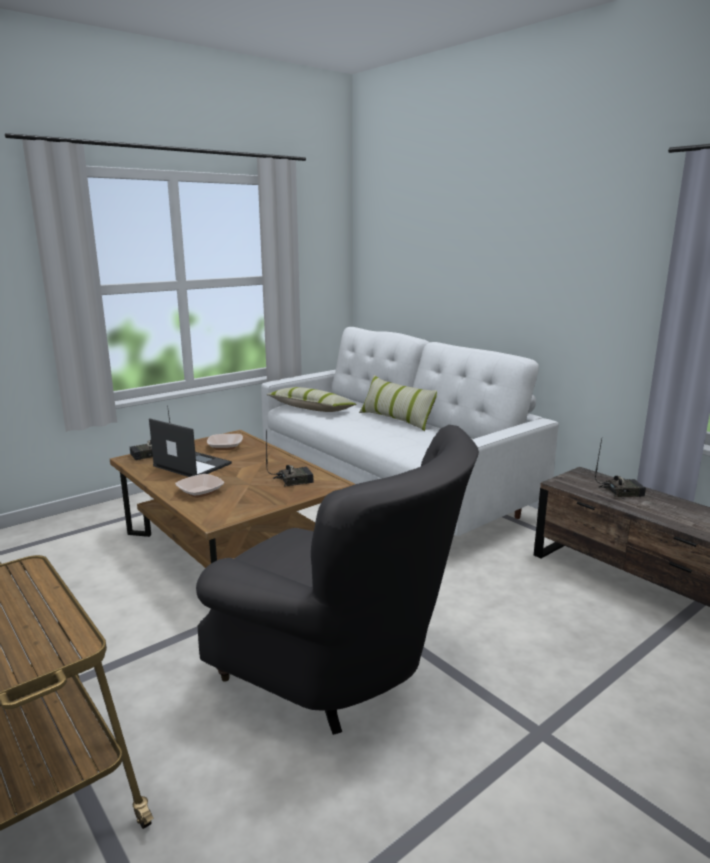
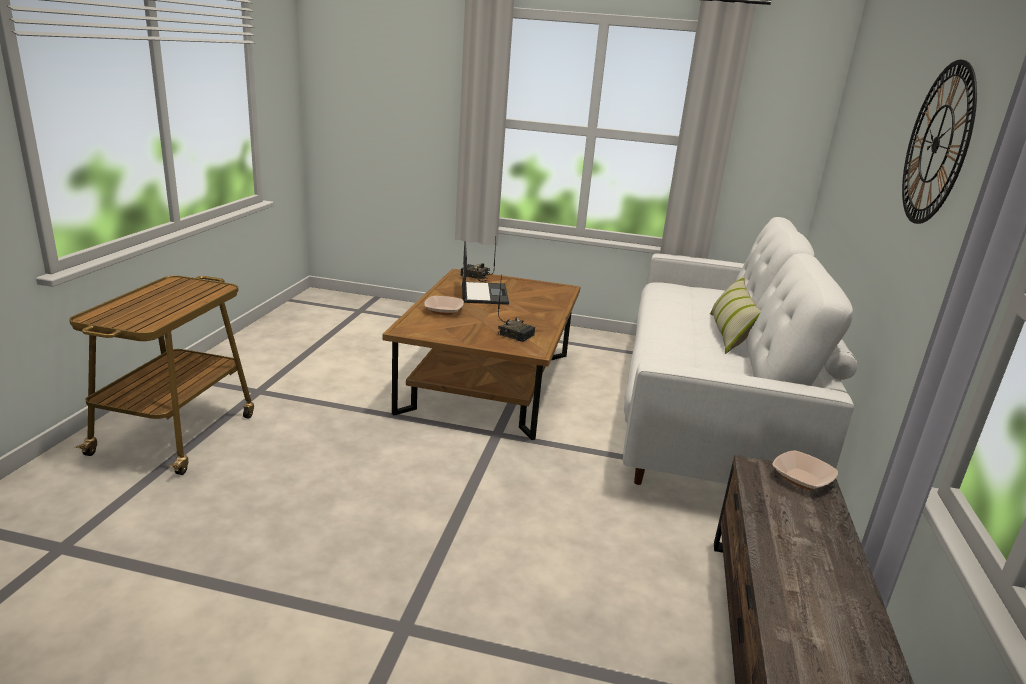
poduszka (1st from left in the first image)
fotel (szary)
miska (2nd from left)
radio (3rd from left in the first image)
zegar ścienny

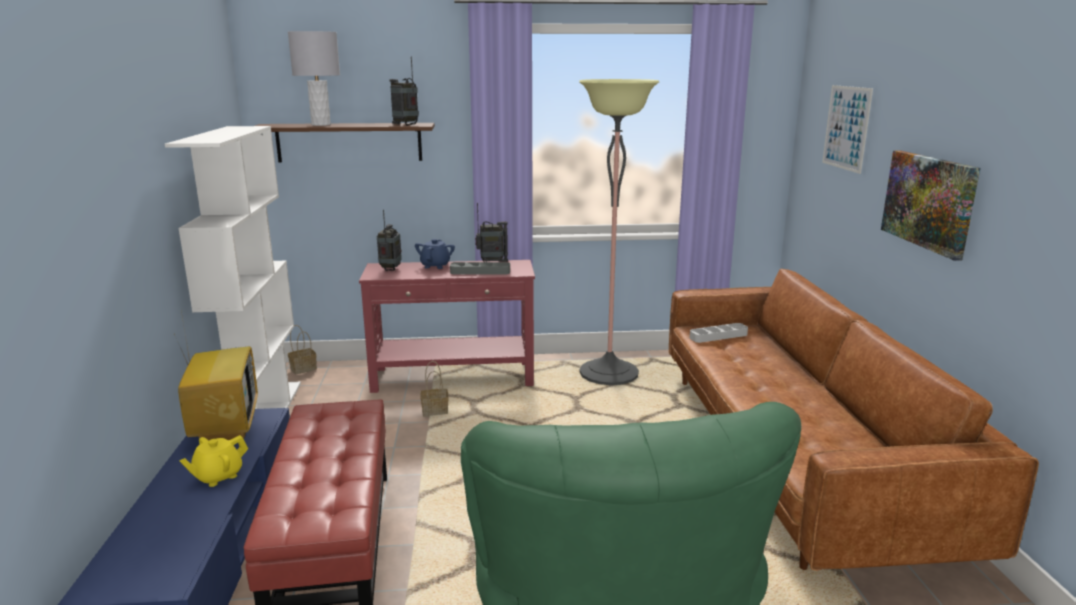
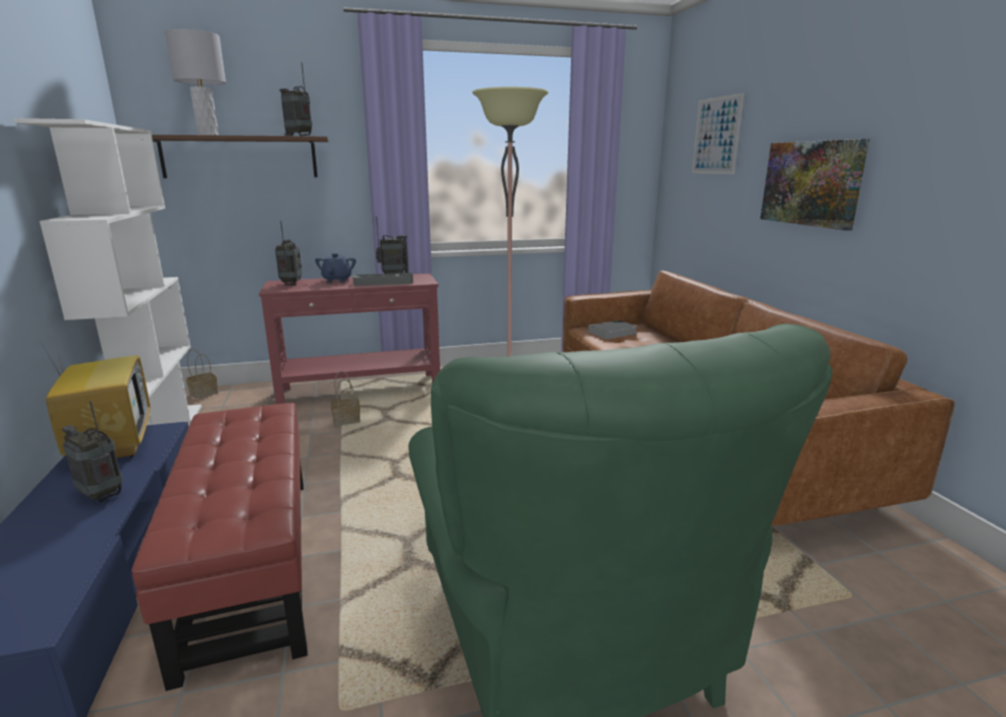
książka
radio (1st from left)

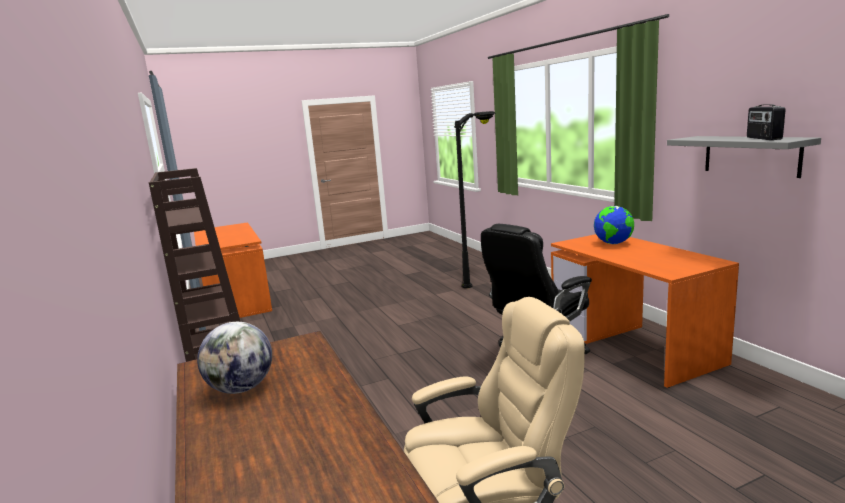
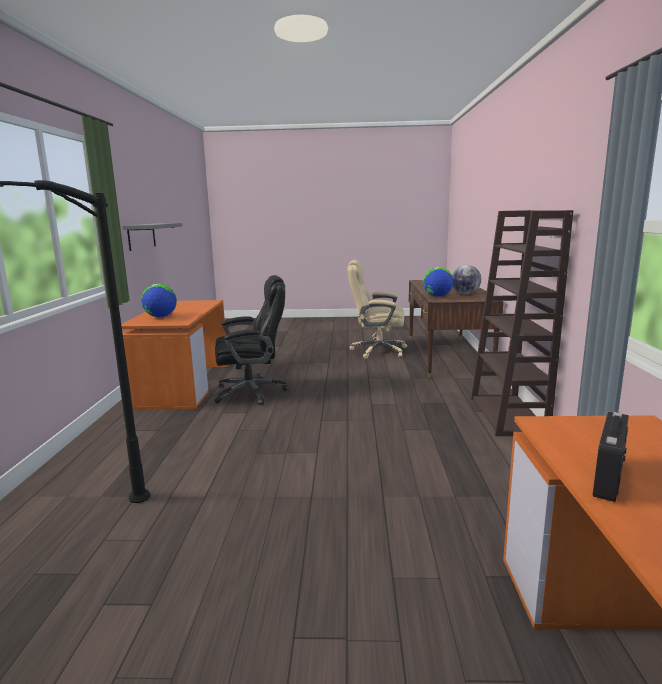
radio
globus (2nd from left)

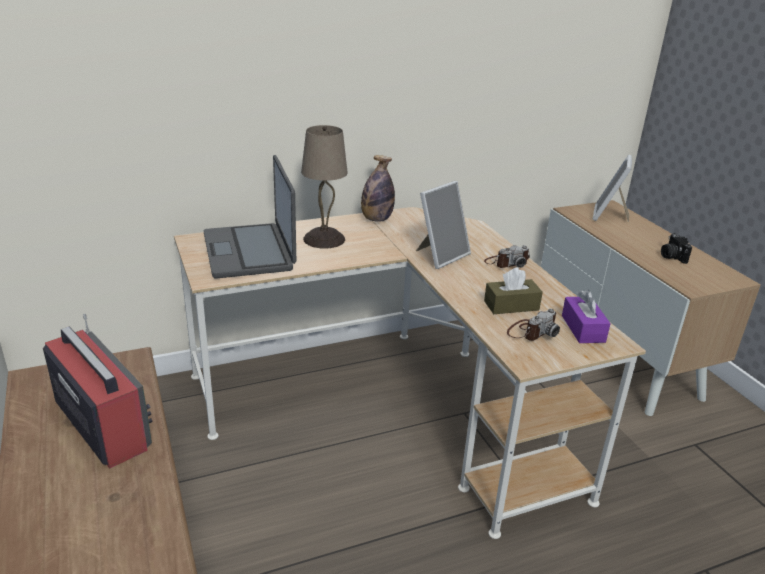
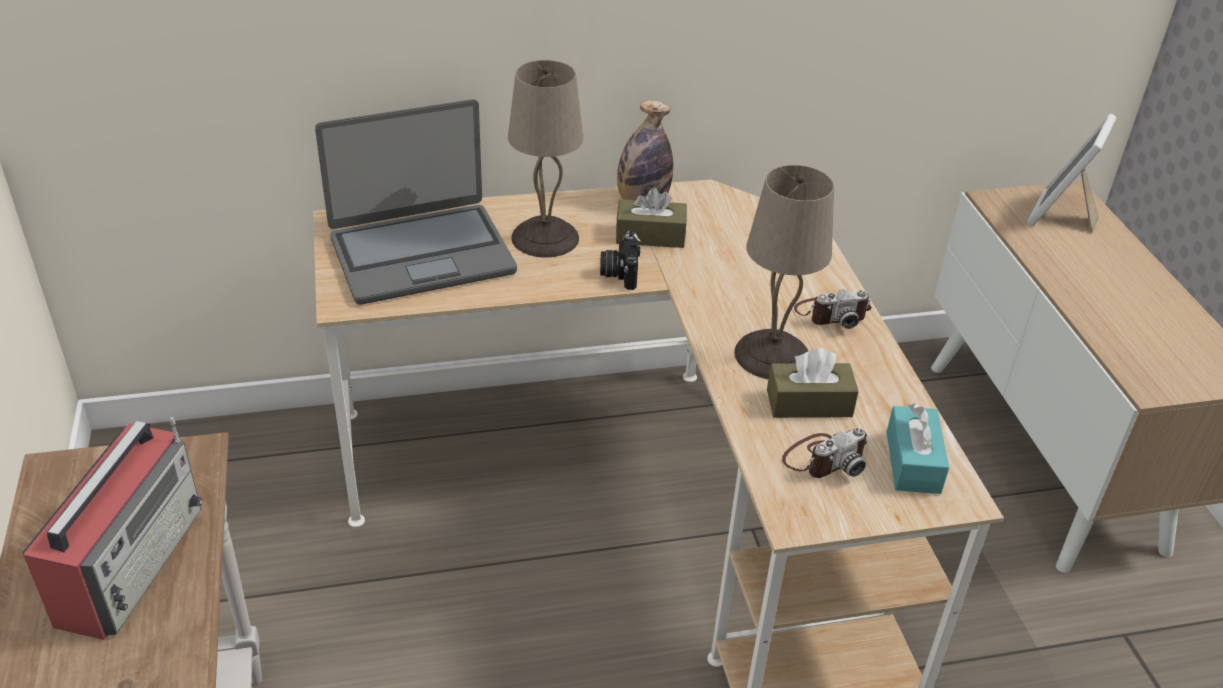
laptop
ramka na zdjęcie (1st from left in the first image)
aparat fotograficzny (1st from left)
pudełko chusteczek (turkusowy)
radio
lampa stołowa (beżowy) (2nd from left)
pudełko chusteczek (brązowy) (1st from left)

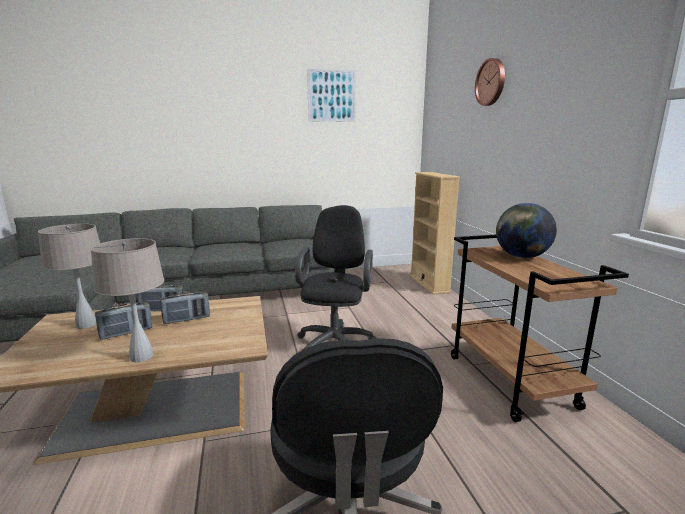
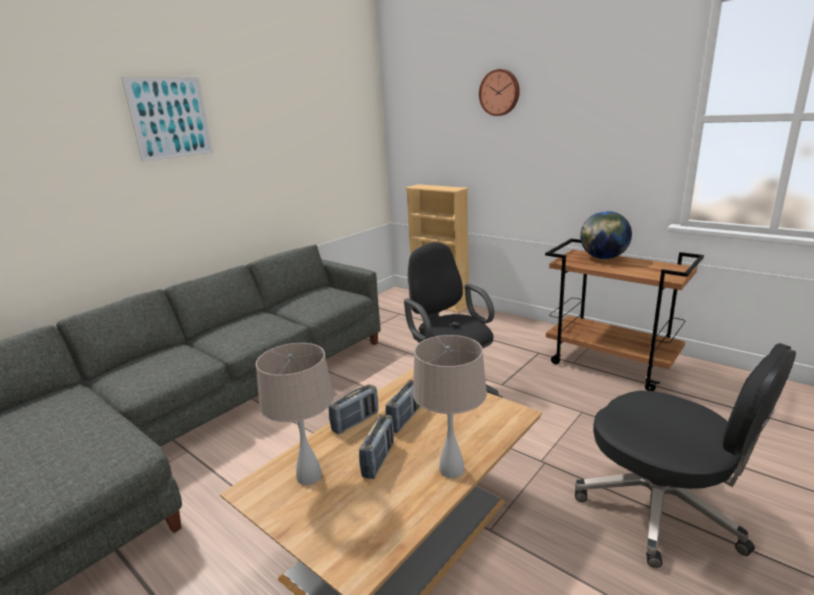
obraz

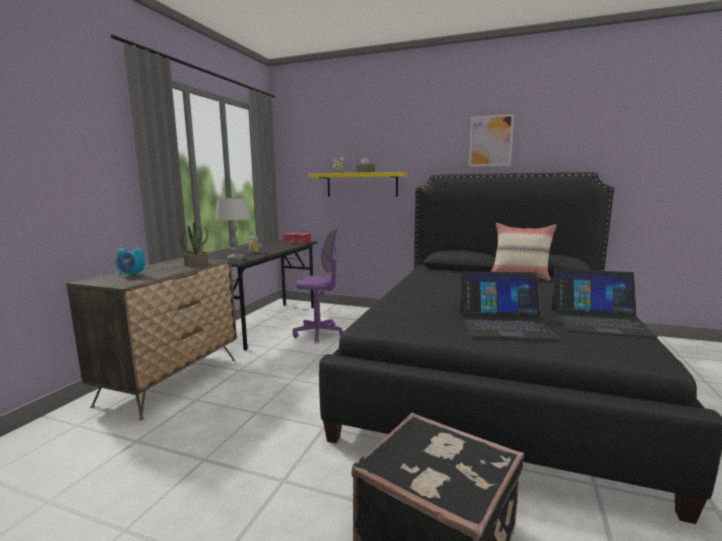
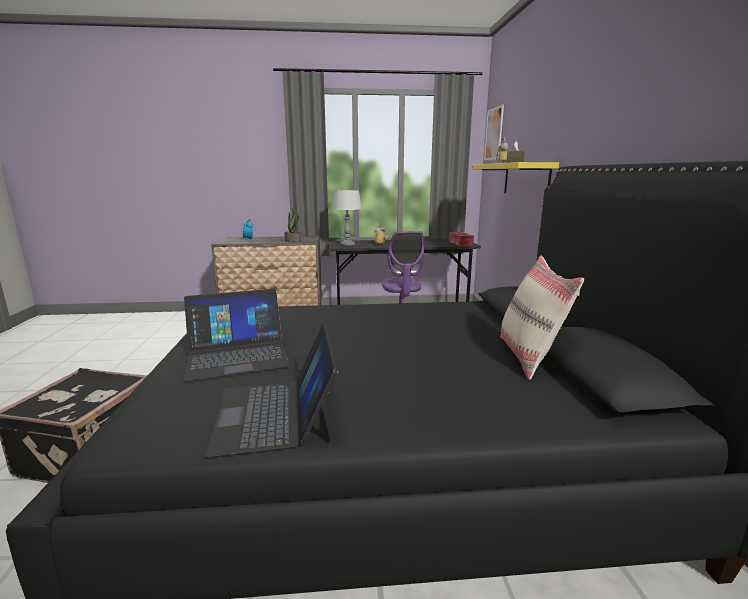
obraz
laptop (1st from left)

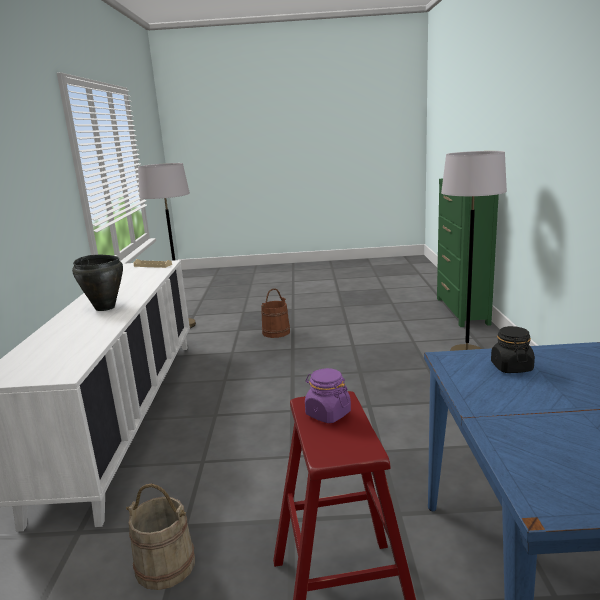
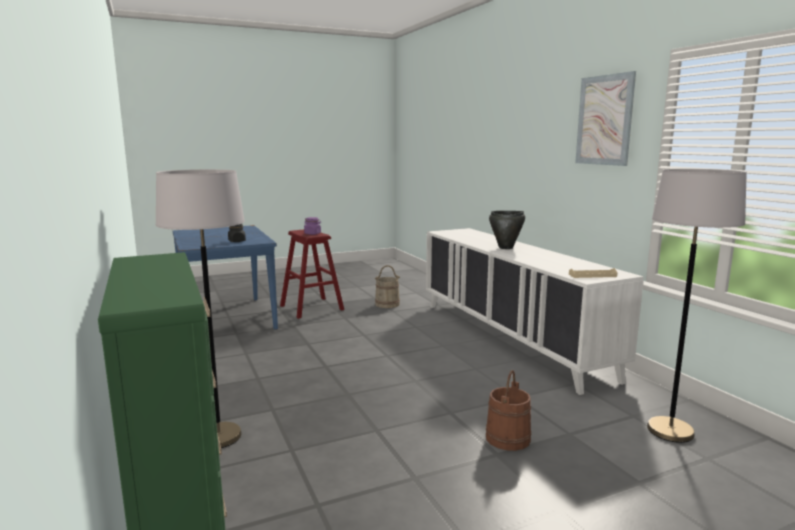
obraz

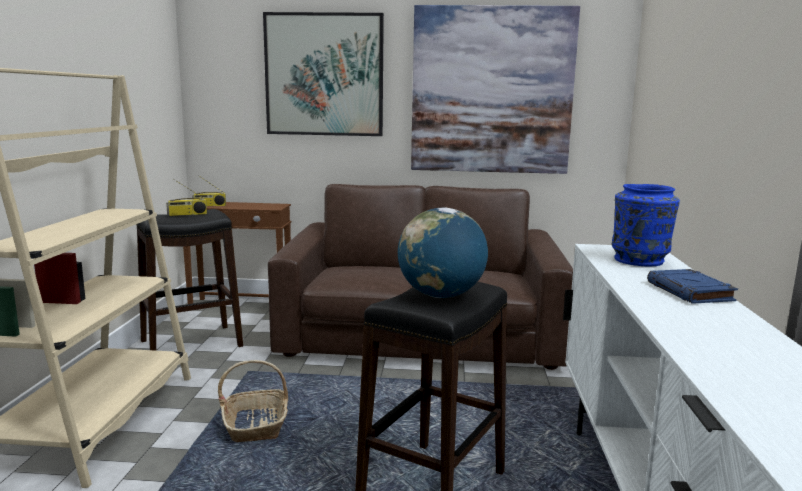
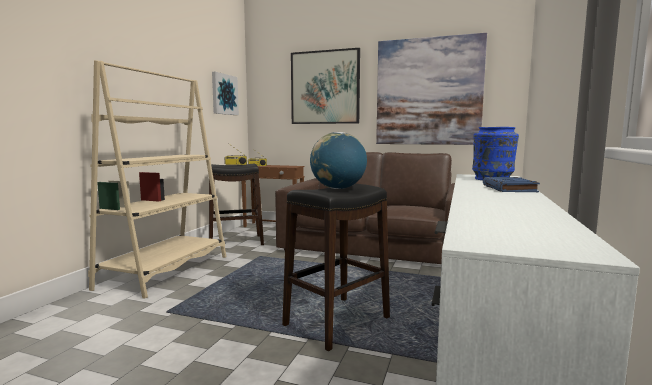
koszyk
obraz (1st from left)

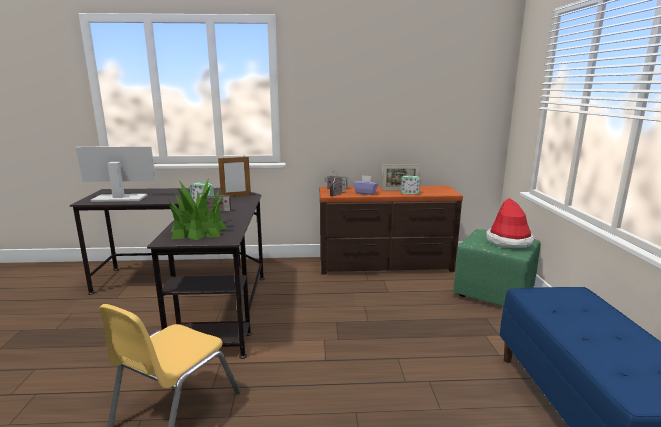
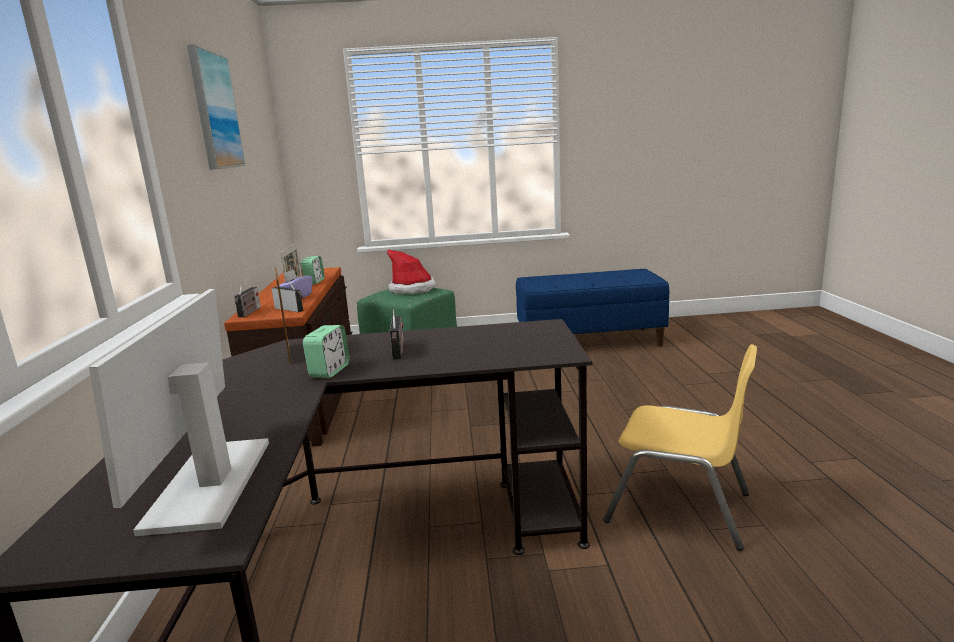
roślina doniczkowa
obraz

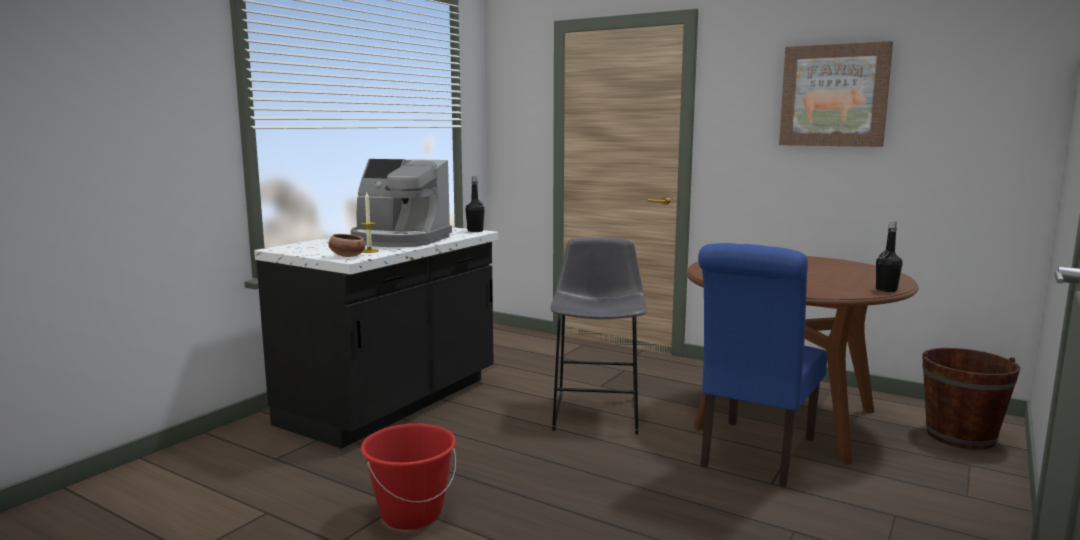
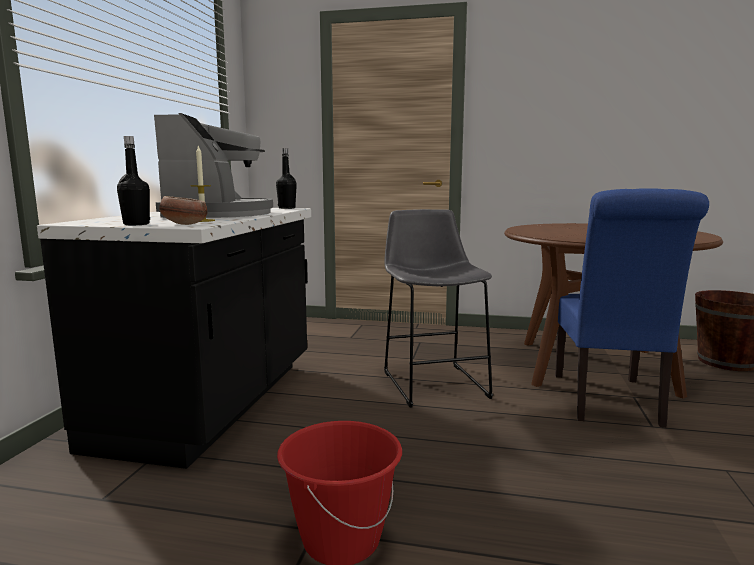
obraz
ekspres do kawy
butelka (czarny) (1st from left)

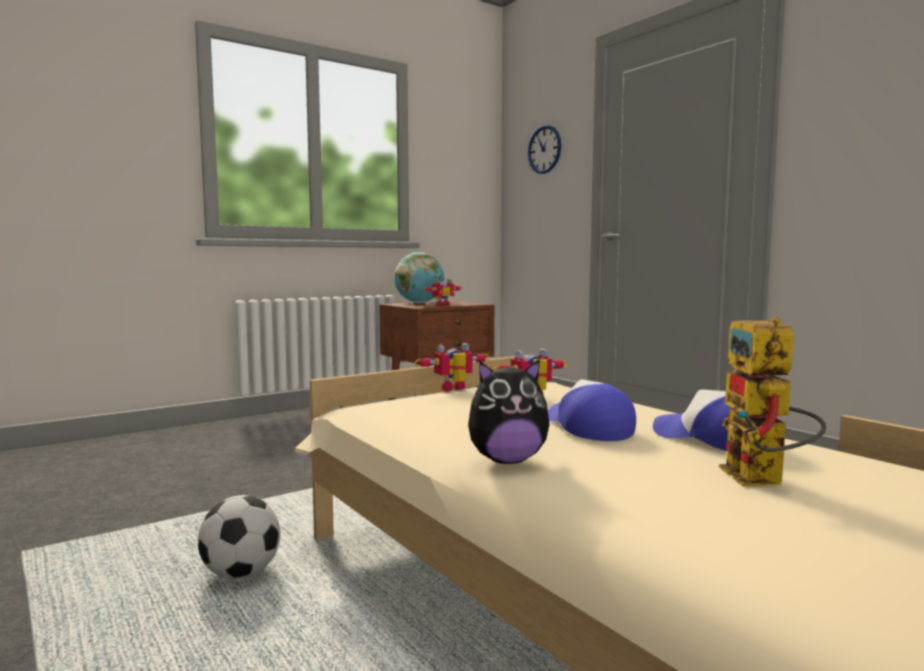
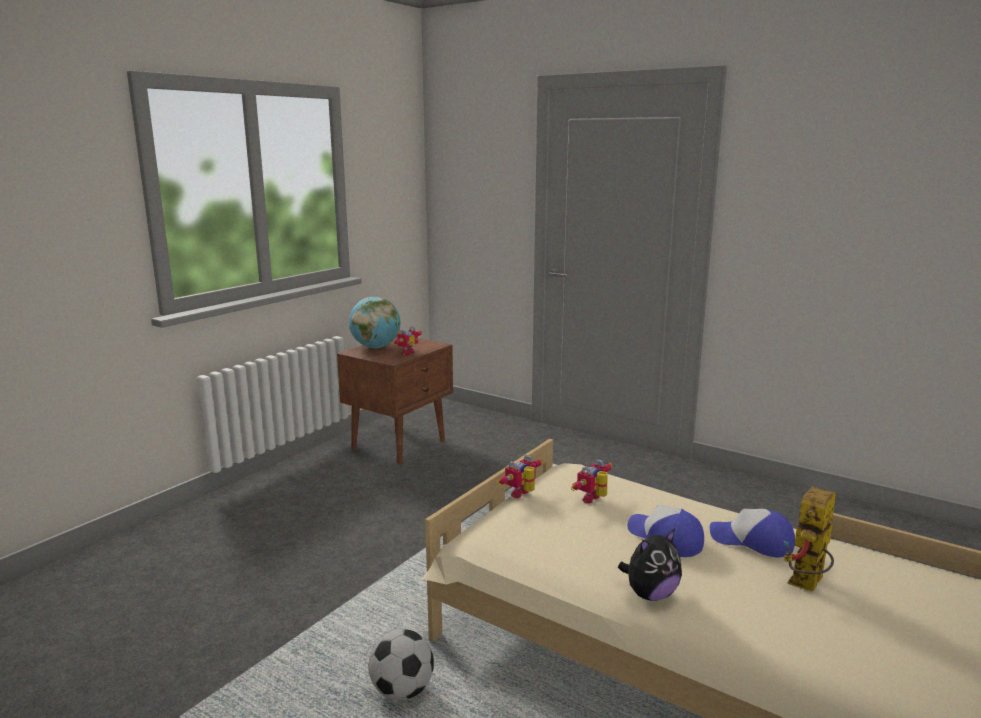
zegar ścienny
robot zabawkowy (4th from left)

